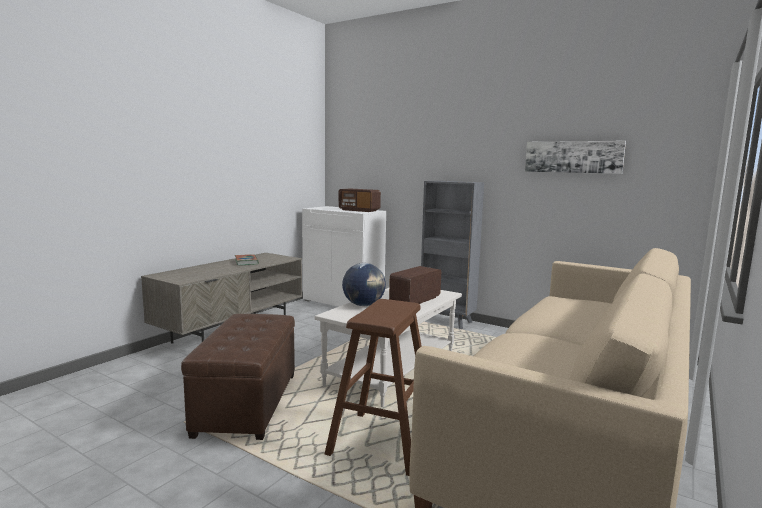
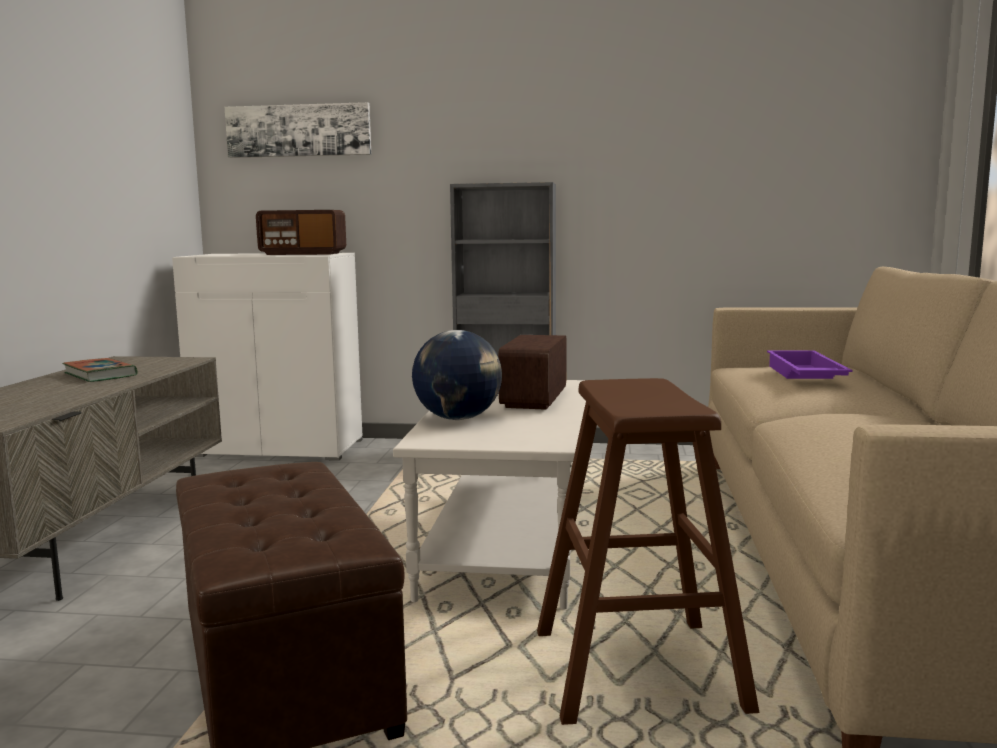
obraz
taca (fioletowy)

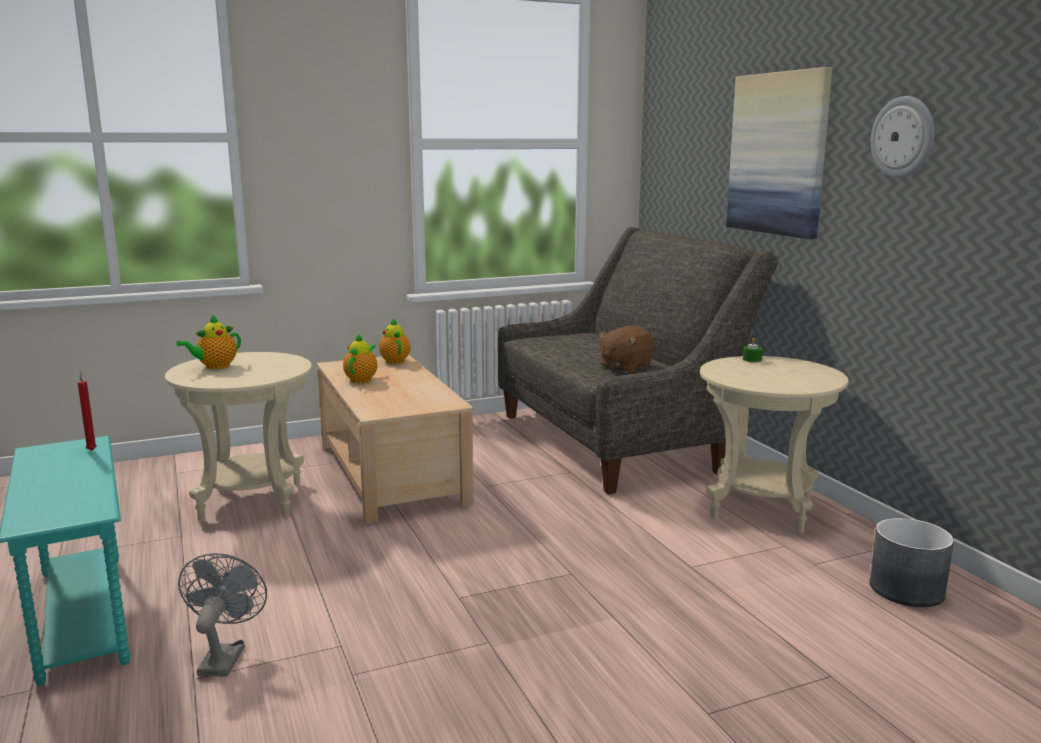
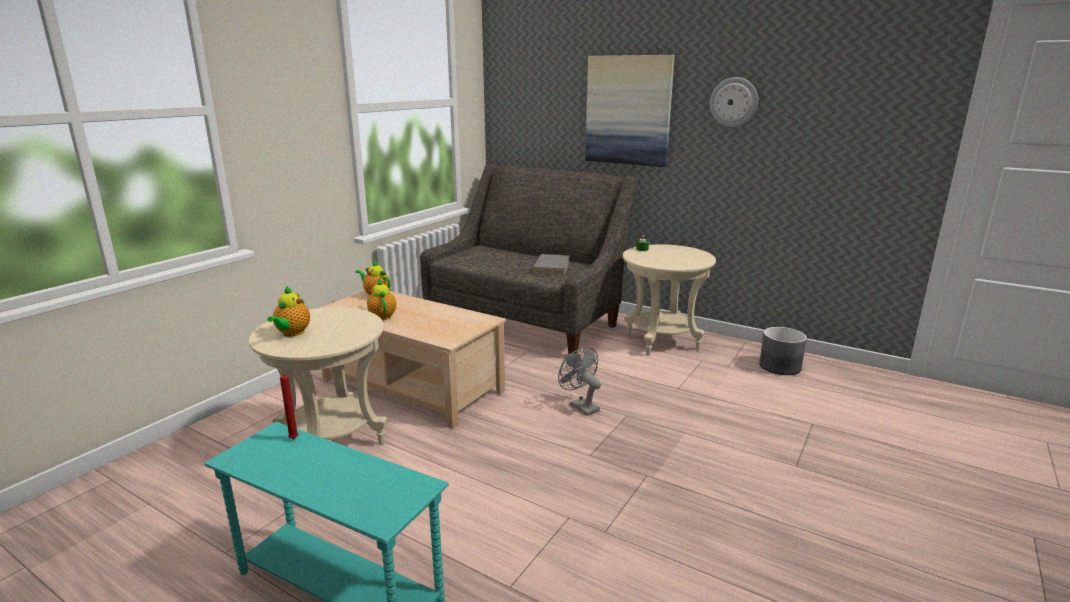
książka (szary)
wentylator (szary)

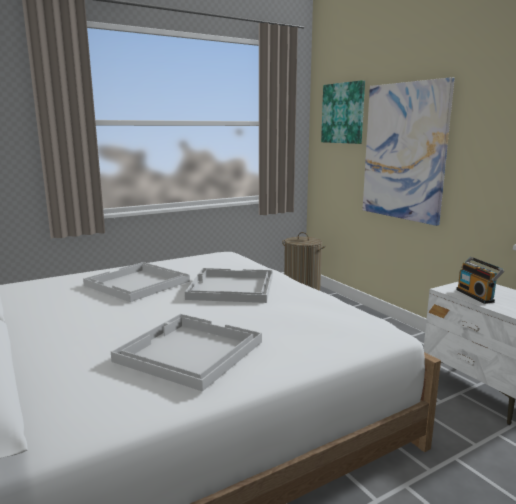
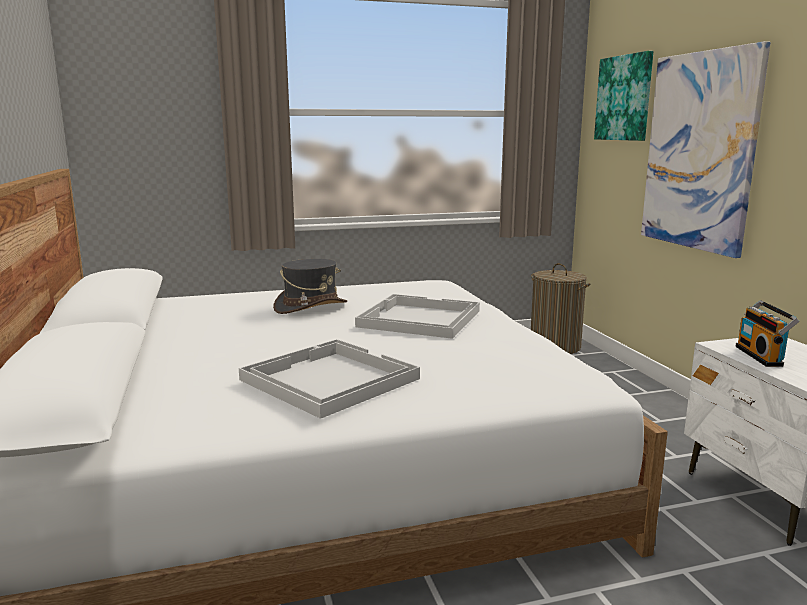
kapelusz (szary)

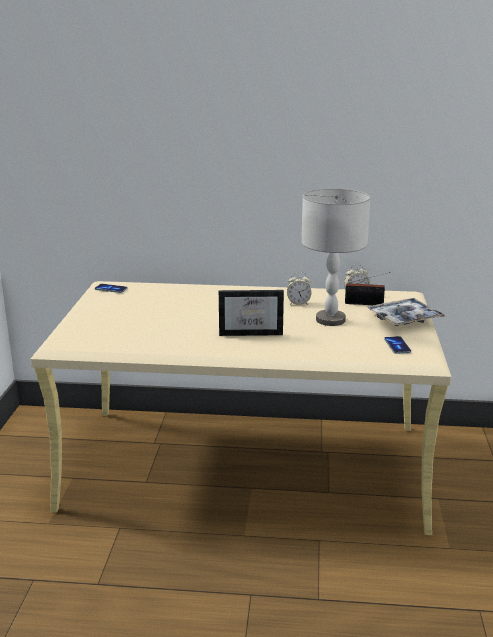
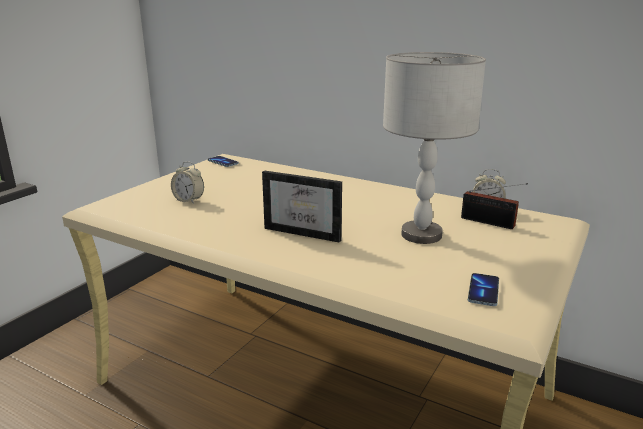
budzik (1st from left)
taca

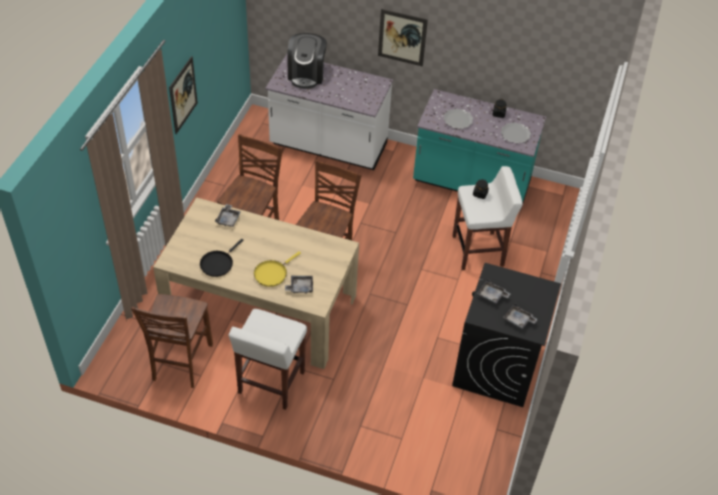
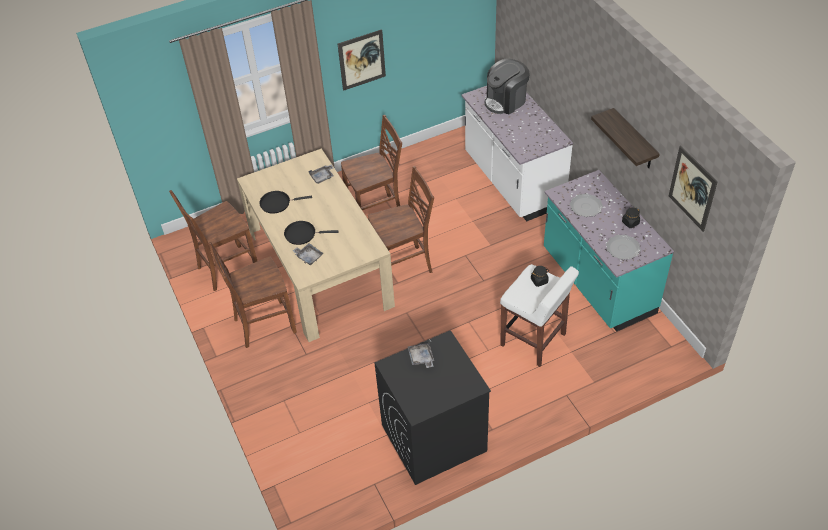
obraz (2nd from left)
patelnia (czarny) (2nd from left)
taca (szary) (4th from left in the first image)
krzesło (brązowy) (2nd from left)
półka

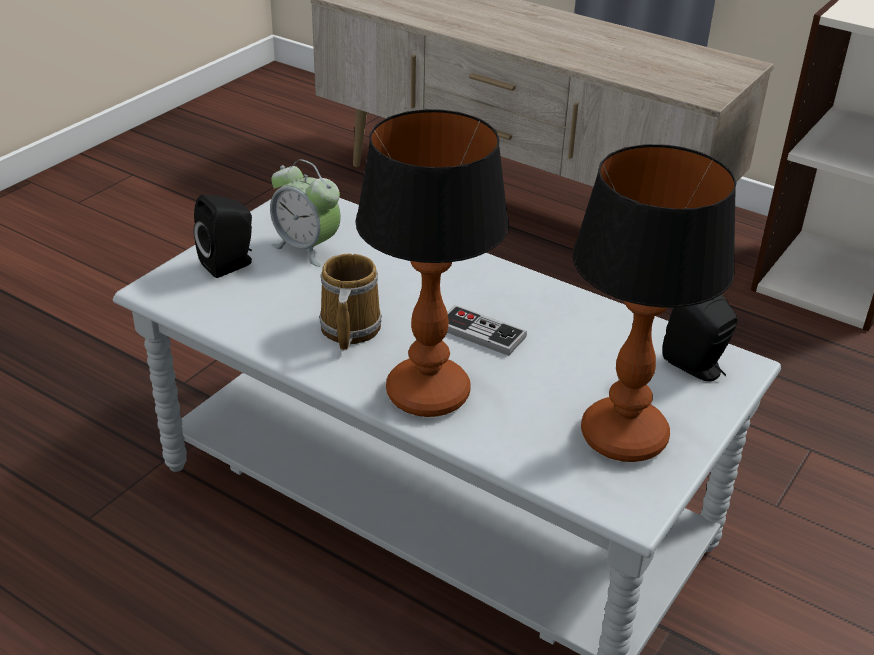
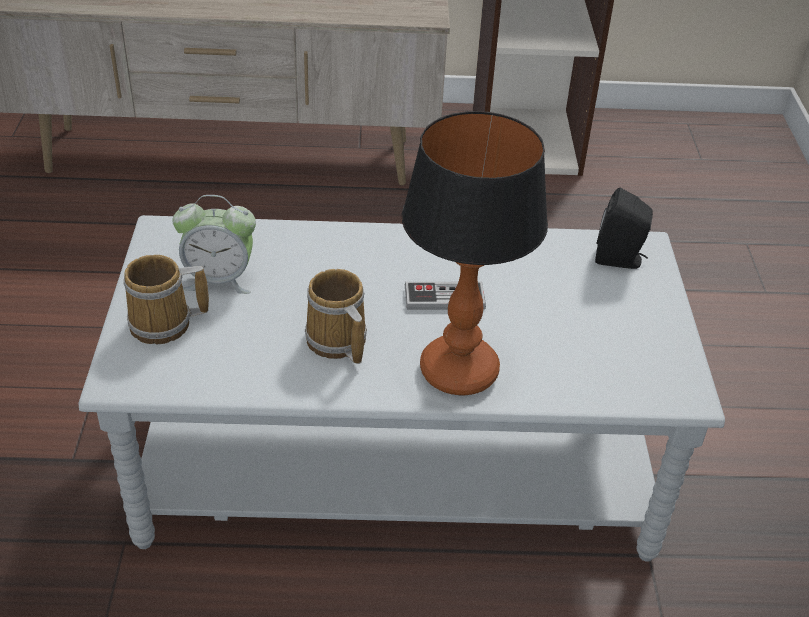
lampa stołowa (2nd from left in the first image)
kubek (1st from left)

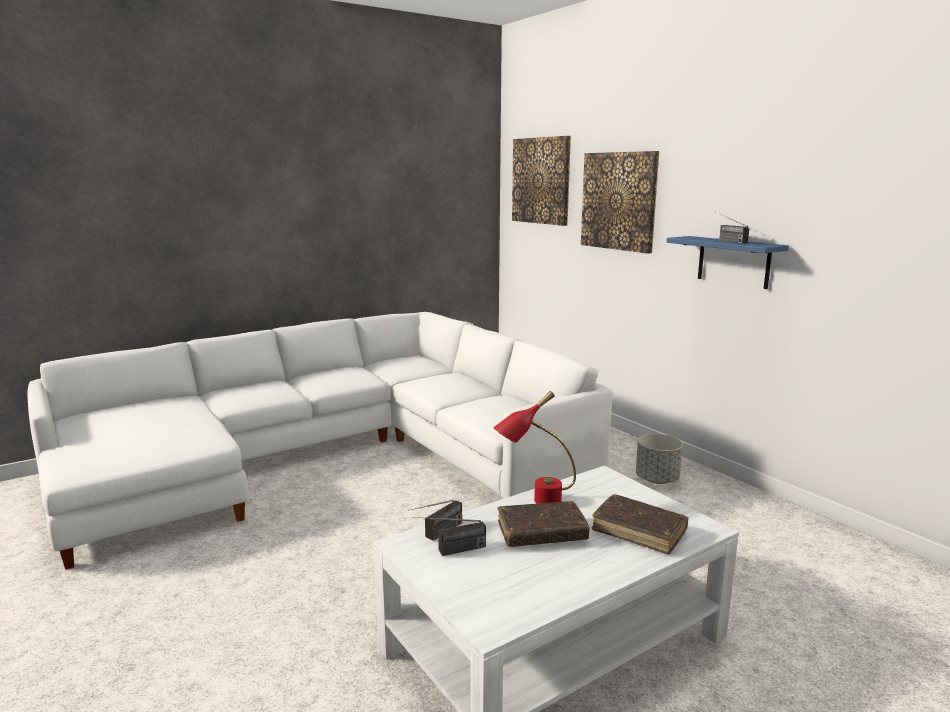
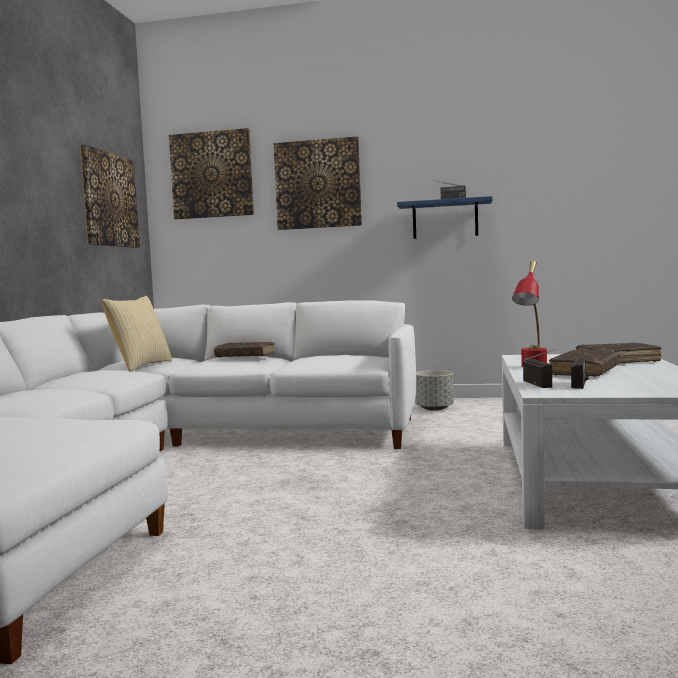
obraz (1st from left)
poduszka
książka (brązowy) (1st from left)

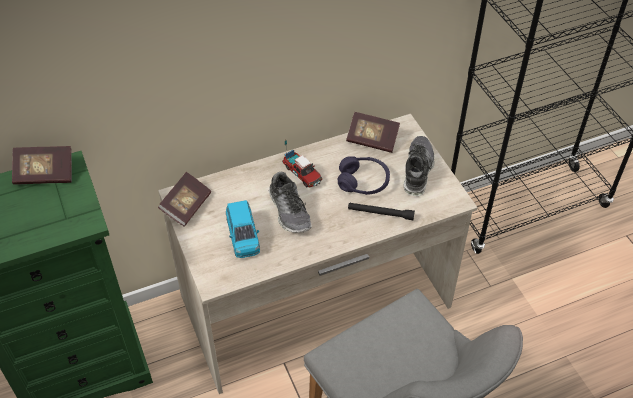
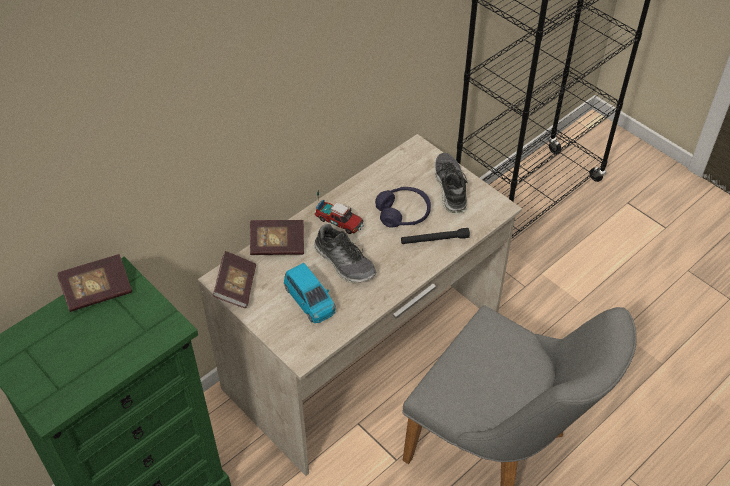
książka (3rd from left)

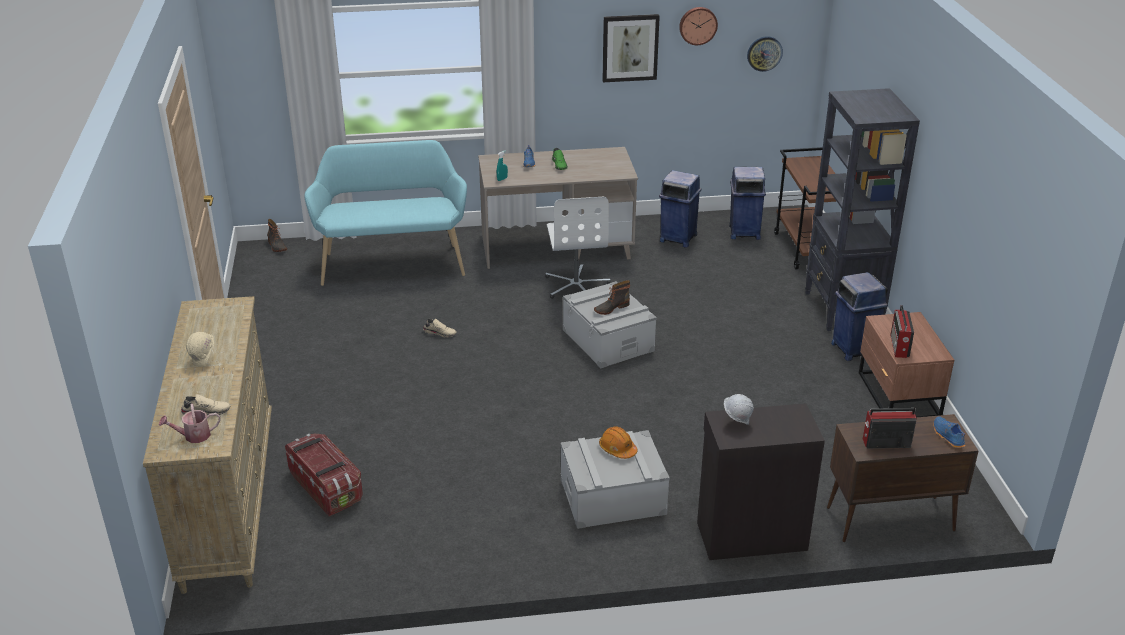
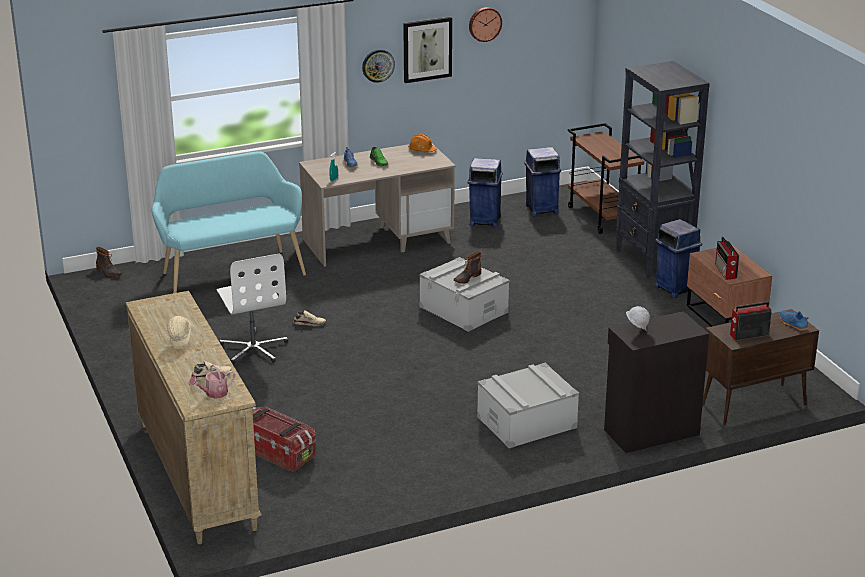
zegar ścienny (1st from left)
krzesło biurowe (biały)
kask (pomarańczowy)

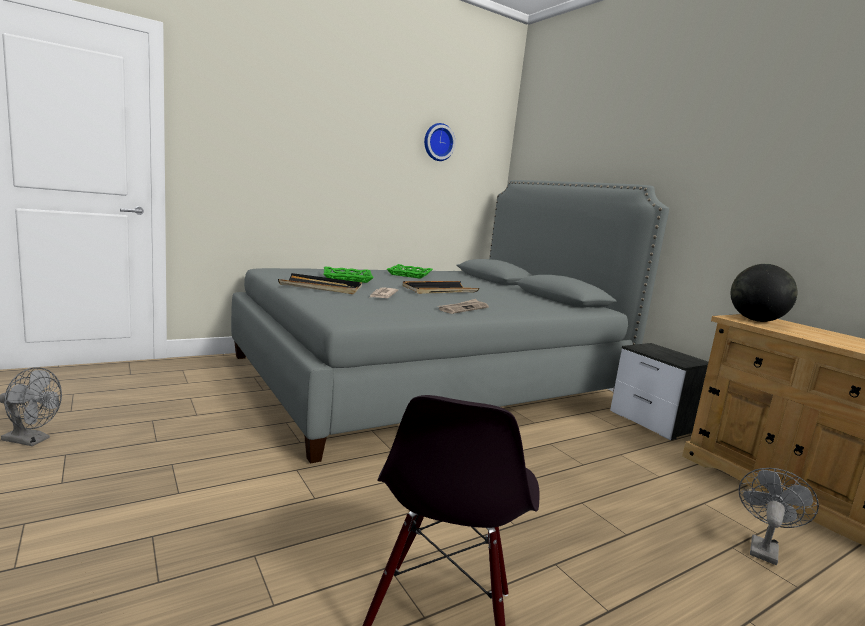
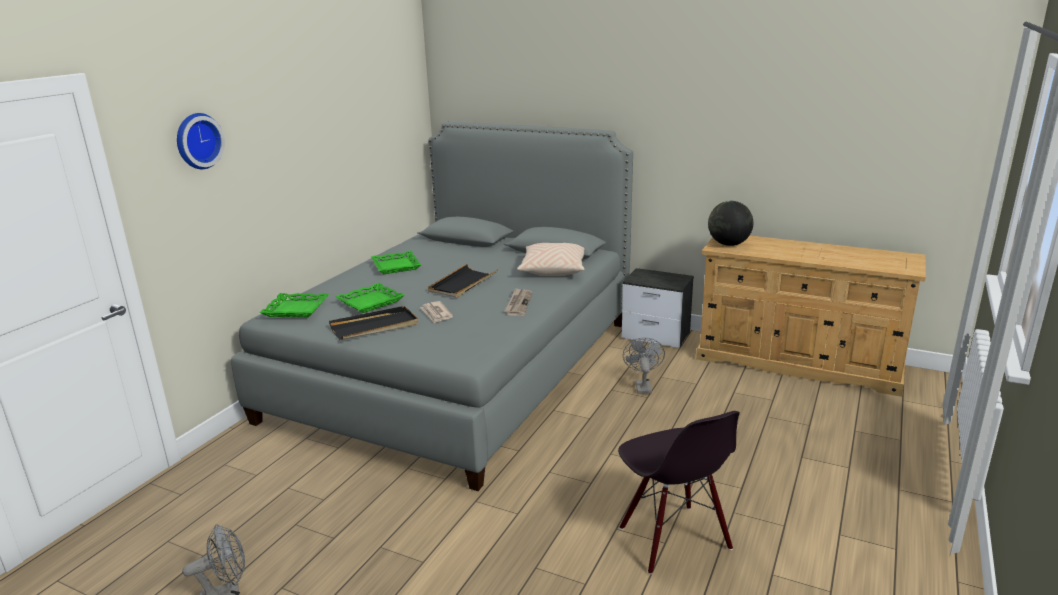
zegar ścienny
wentylator (szary) (2nd from left)
poduszka (beżowy)
taca (zielony) (1st from left)

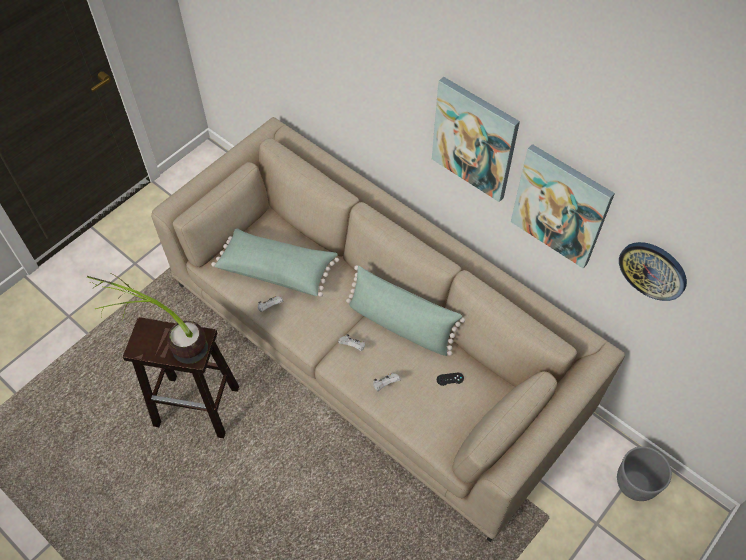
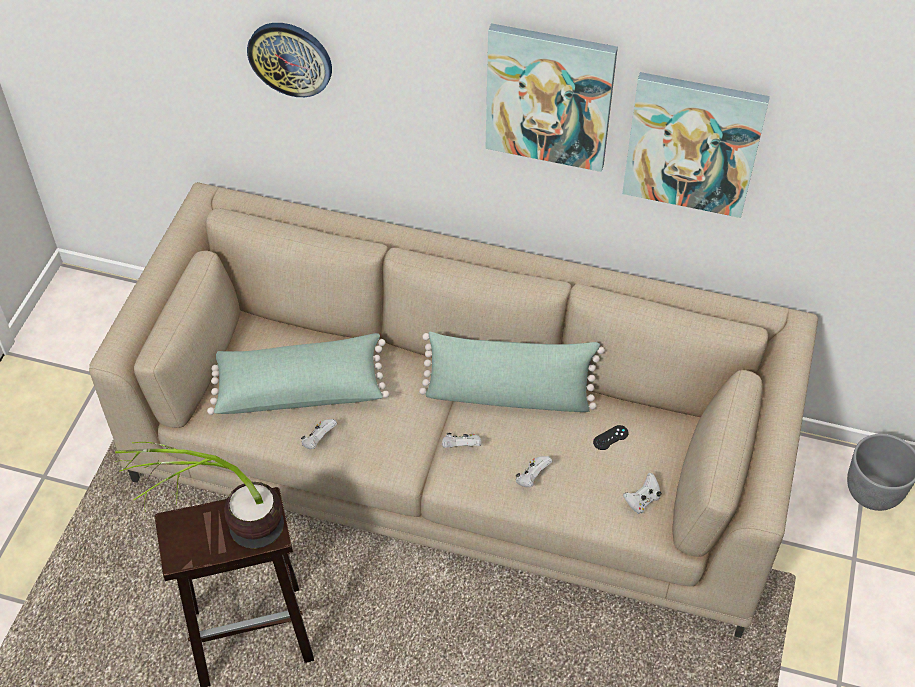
zegar ścienny
pad do gier (biały) (4th from left)

